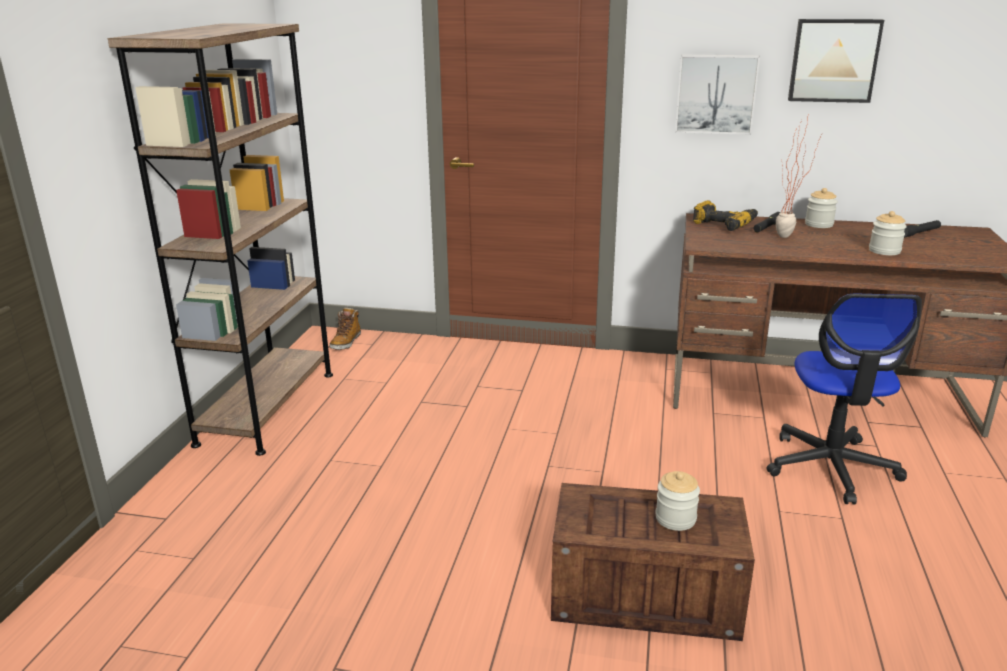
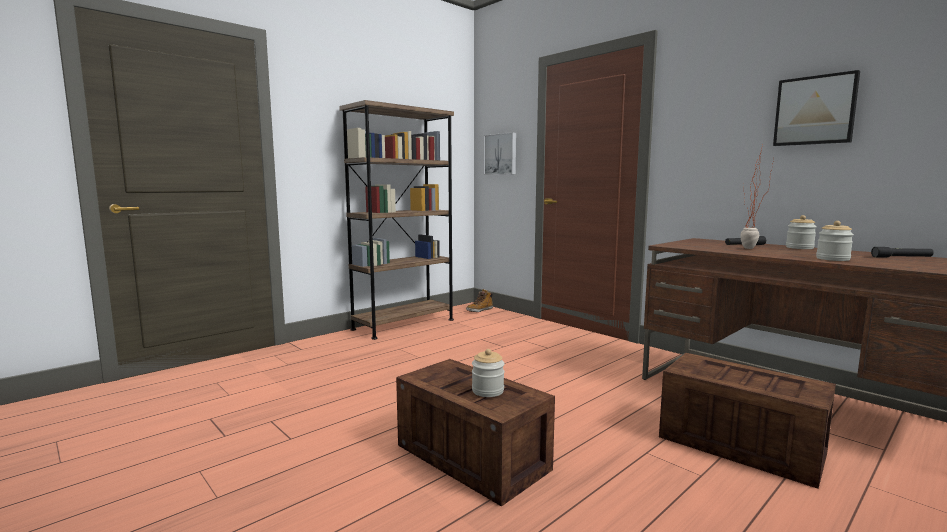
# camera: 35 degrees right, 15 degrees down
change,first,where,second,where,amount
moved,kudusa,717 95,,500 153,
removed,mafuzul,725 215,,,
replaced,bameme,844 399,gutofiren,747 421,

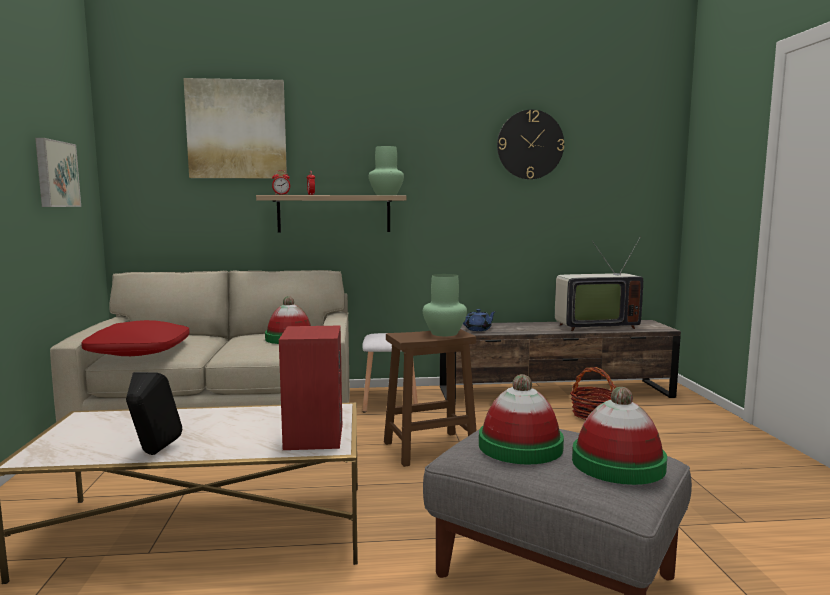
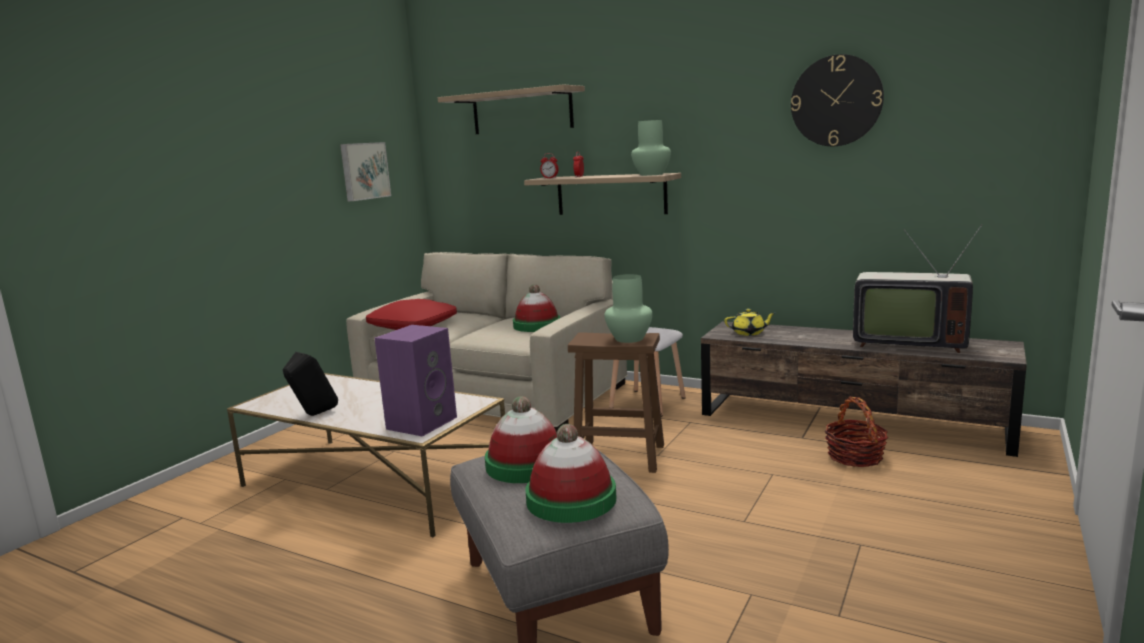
# camera: 35 degrees right, 5 degrees up
change,first,where,second,where,amount
replaced,kudusa,235 128,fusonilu,511 109,
recoloured,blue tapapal,479 320,yellow tapapal,749 322,
recoloured,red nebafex,310 388,purple nebafex,415 381,

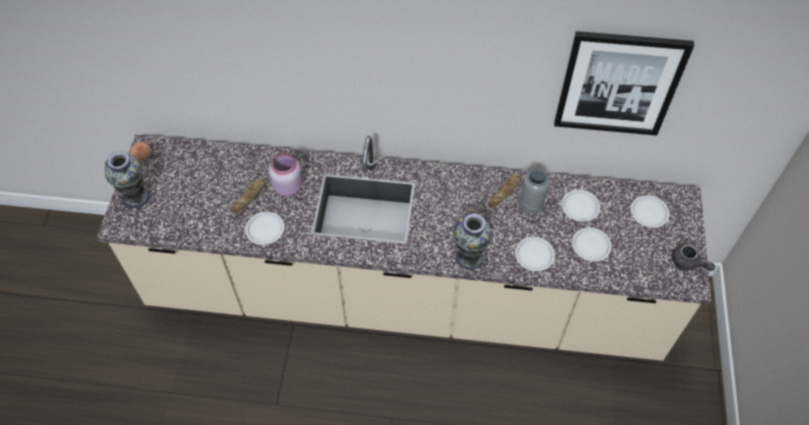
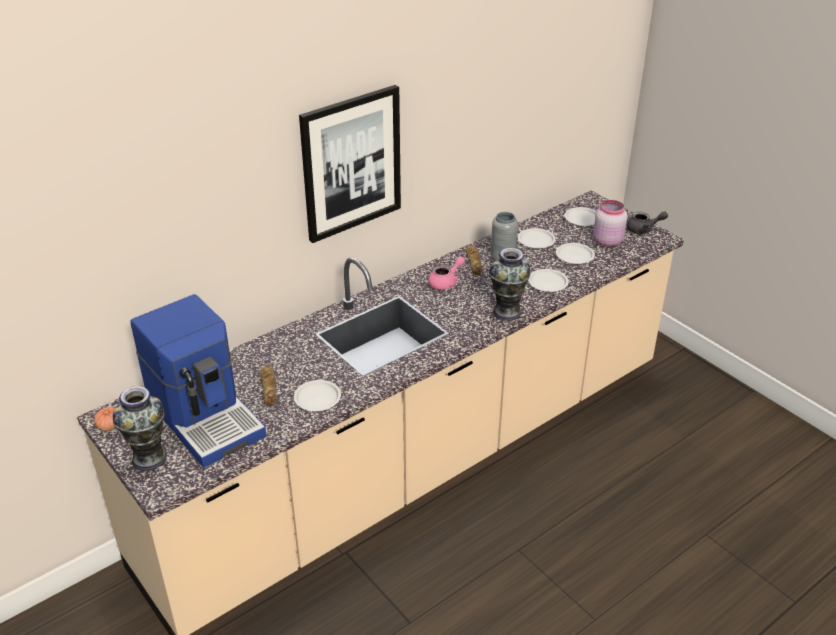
# camera: 45 degrees left, 20 degrees down
change,first,where,second,where,amount
moved,kudusa,624 83,,350 164,
moved,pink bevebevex,286 174,,610 223,
added,,,pink tapapal,446 273,
added,,,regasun,198 381,

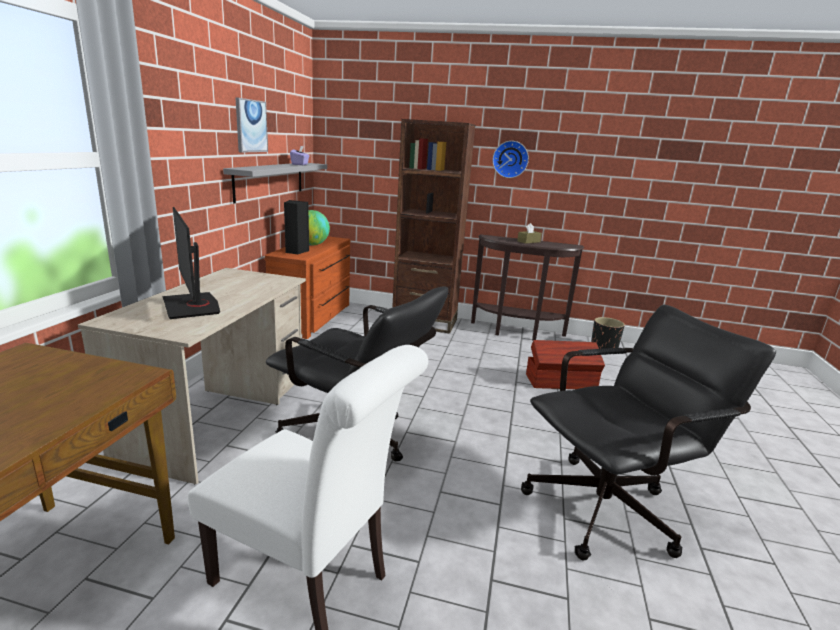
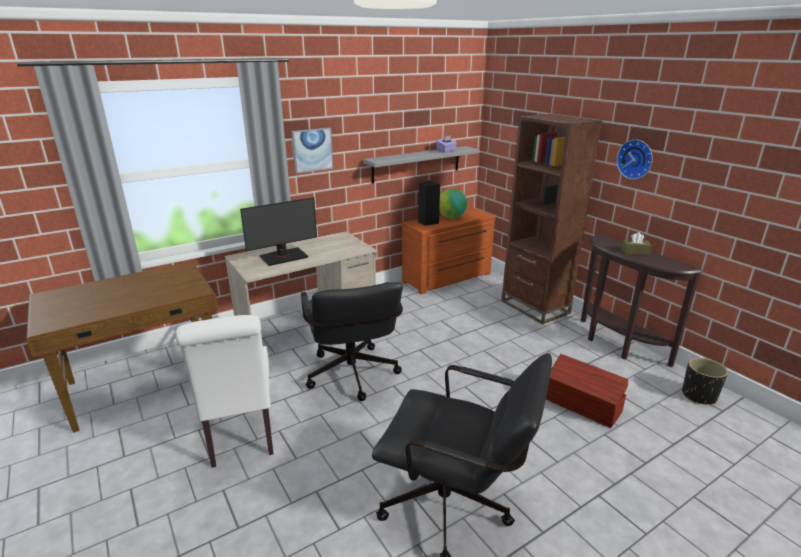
# camera: 45 degrees right, 5 degrees up
change,first,where,second,where,amount
moved,kudusa,252 125,,312 151,
turned,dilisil,191 263,,278 231,135 degrees counterclockwise

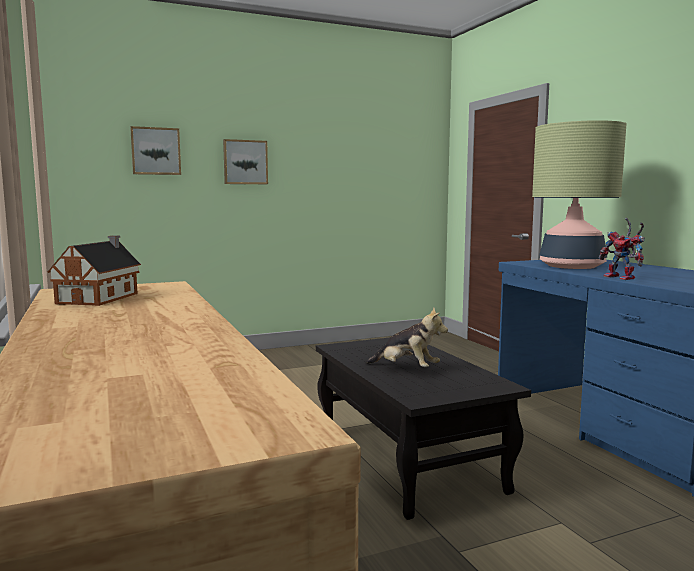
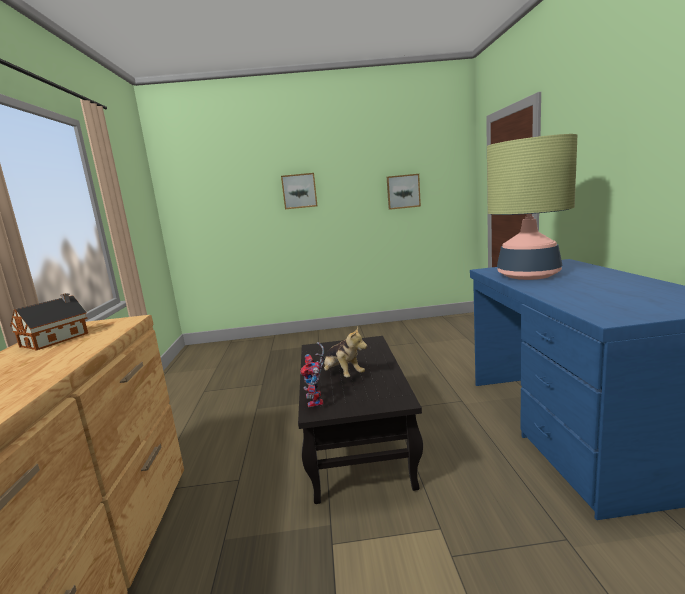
# camera: 20 degrees right, 5 degrees up
change,first,where,second,where,amount
moved,kudusa,155 150,,404 192,
moved,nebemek,622 249,,312 374,

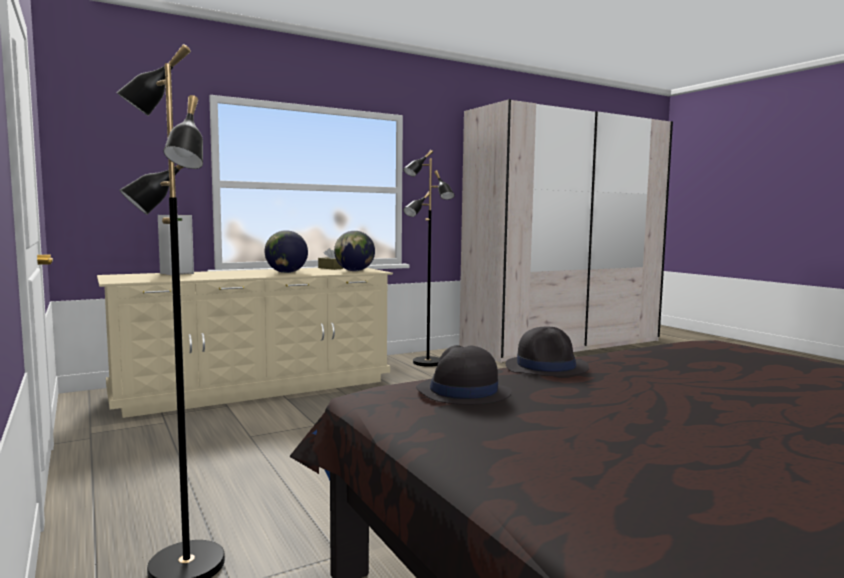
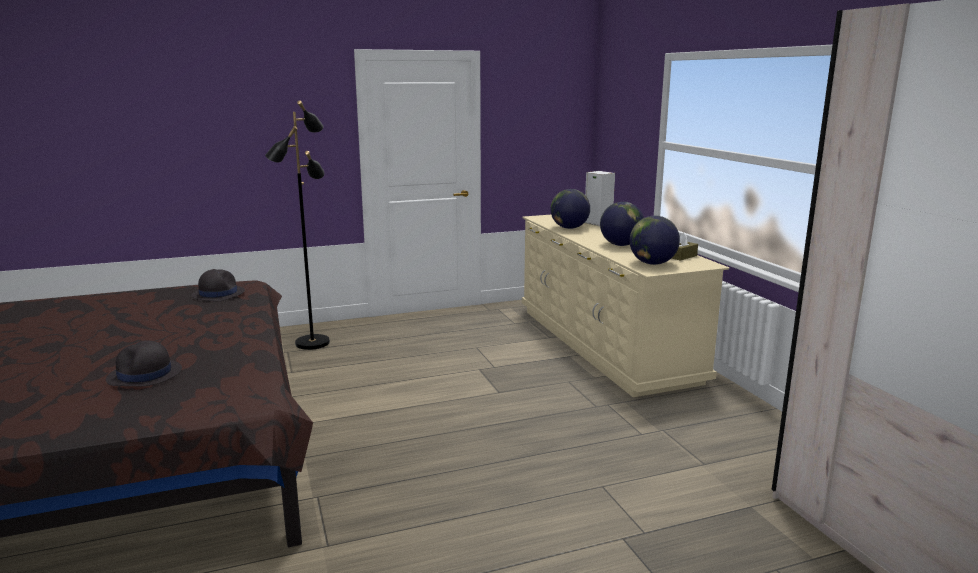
# camera: 100 degrees right, 10 degrees up
change,first,where,second,where,amount
removed,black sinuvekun,429 258,,,
moved,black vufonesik,547 351,,144 363,
added,,,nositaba,570 209,

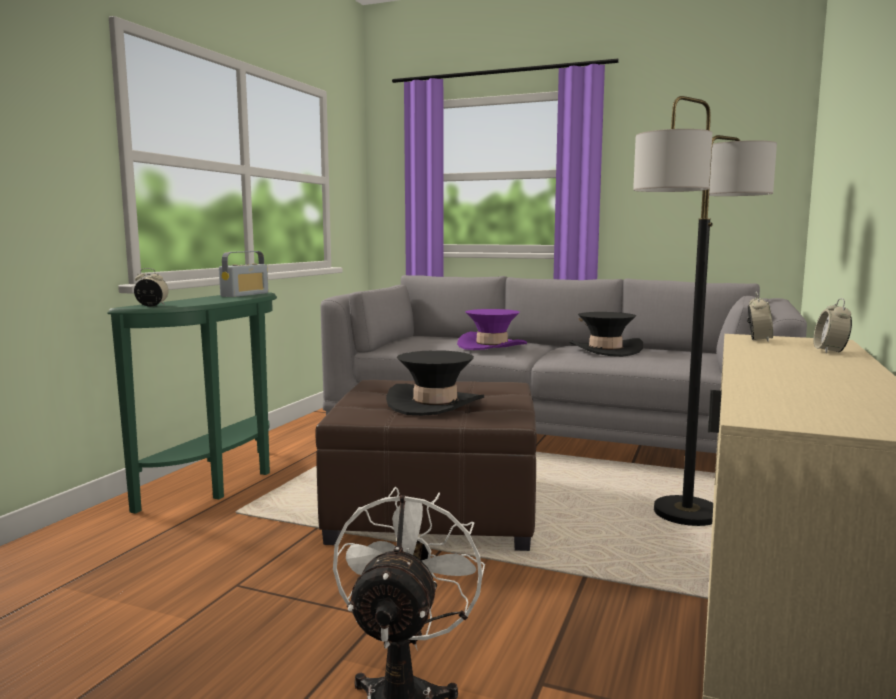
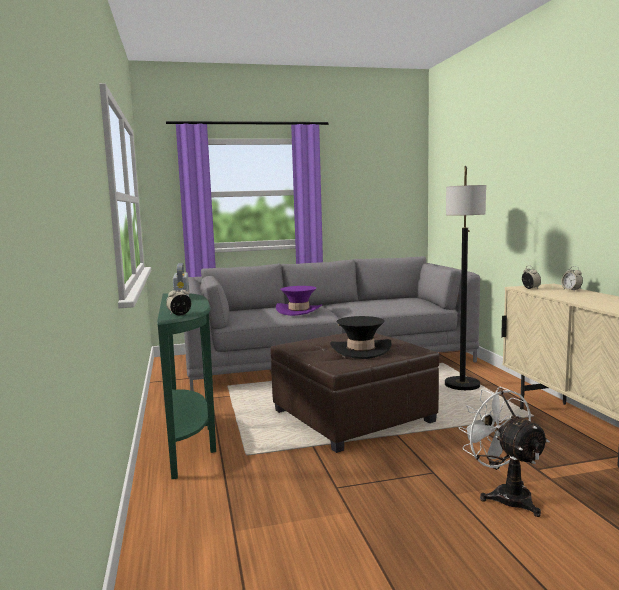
# camera: 35 degrees left, 0 degrees up
change,first,where,second,where,amount
removed,black vufonesik,606 334,,,

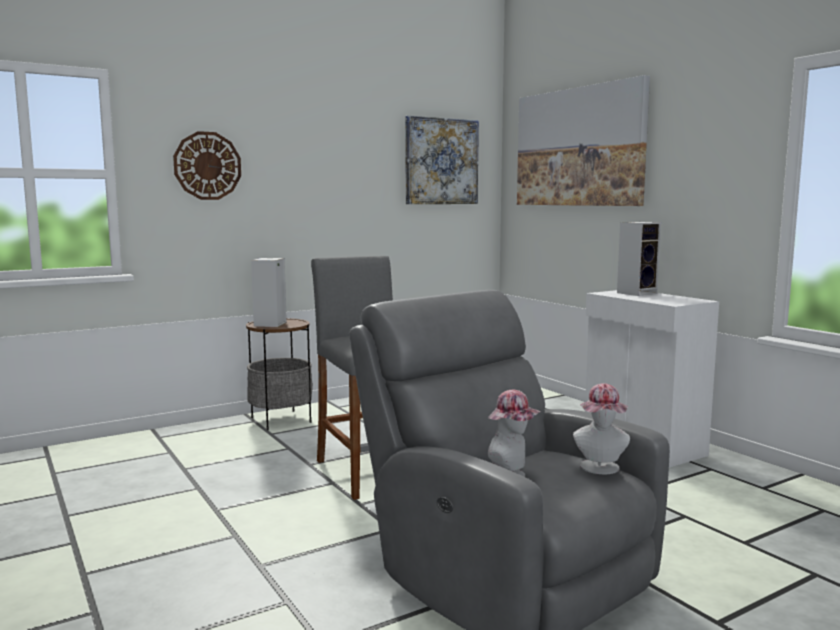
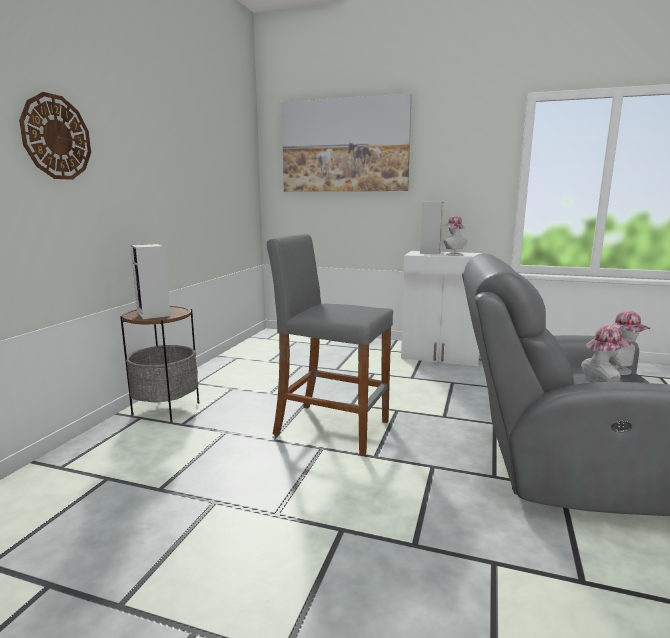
# camera: 40 degrees left, 5 degrees up
change,first,where,second,where,amount
removed,kudusa,442 160,,,
added,,,vufonesik,455 235,

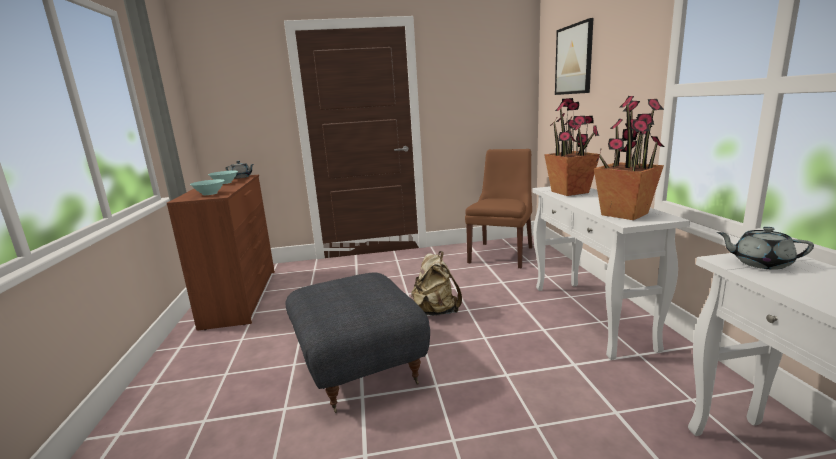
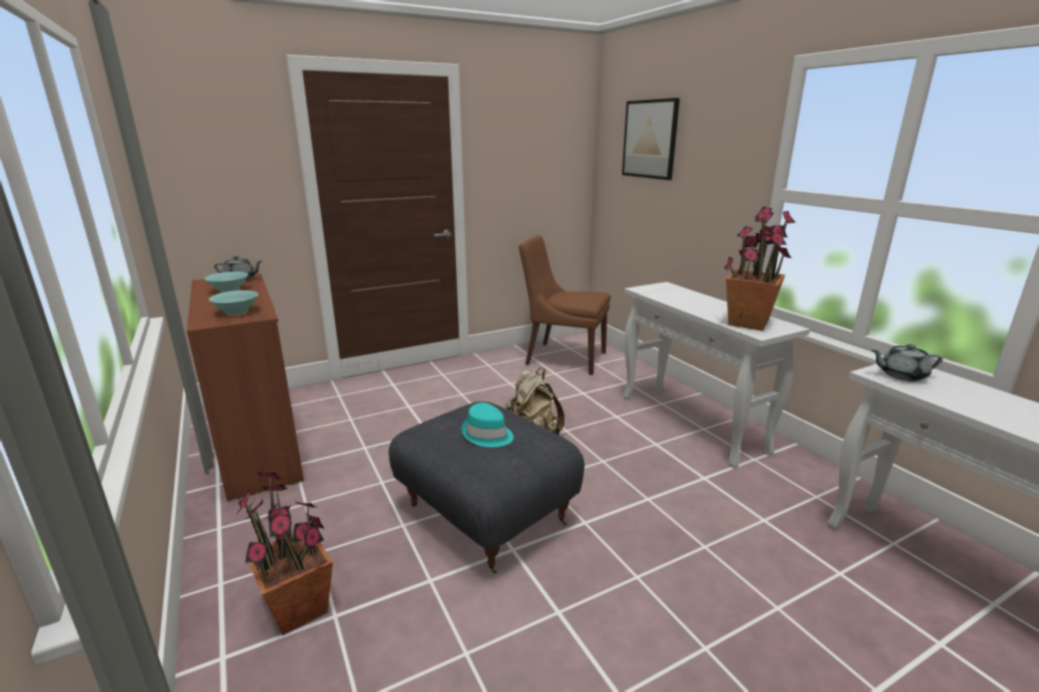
# camera: 20 degrees left, 5 degrees up
change,first,where,second,where,amount
moved,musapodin,572 147,,285 554,
turned,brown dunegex,499 208,,565 305,75 degrees counterclockwise
added,,,turquoise vufonesik,487 425,

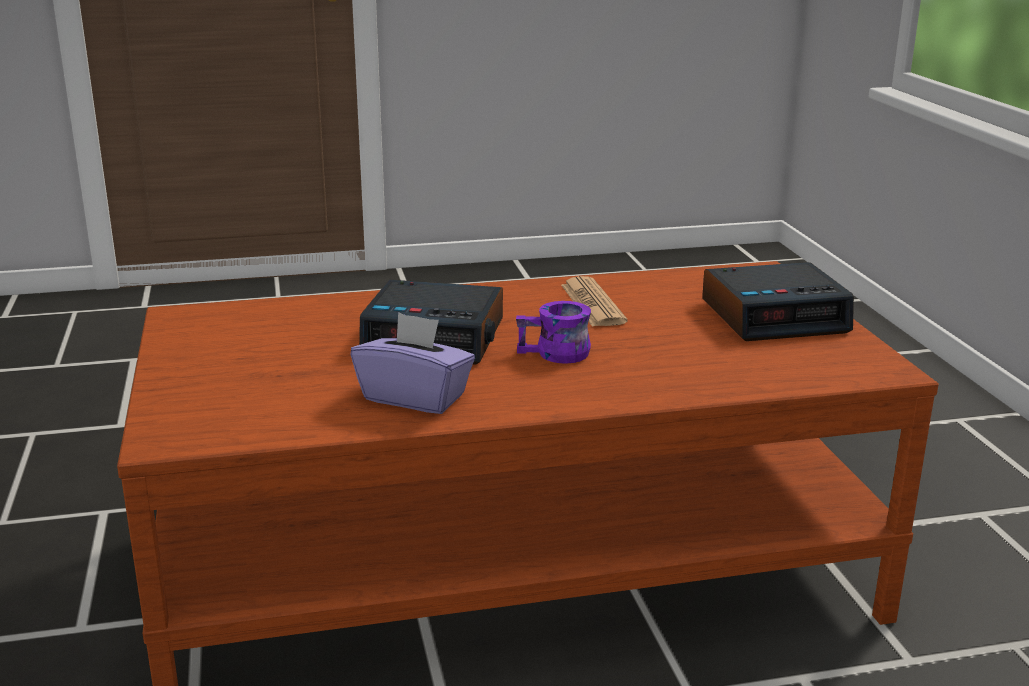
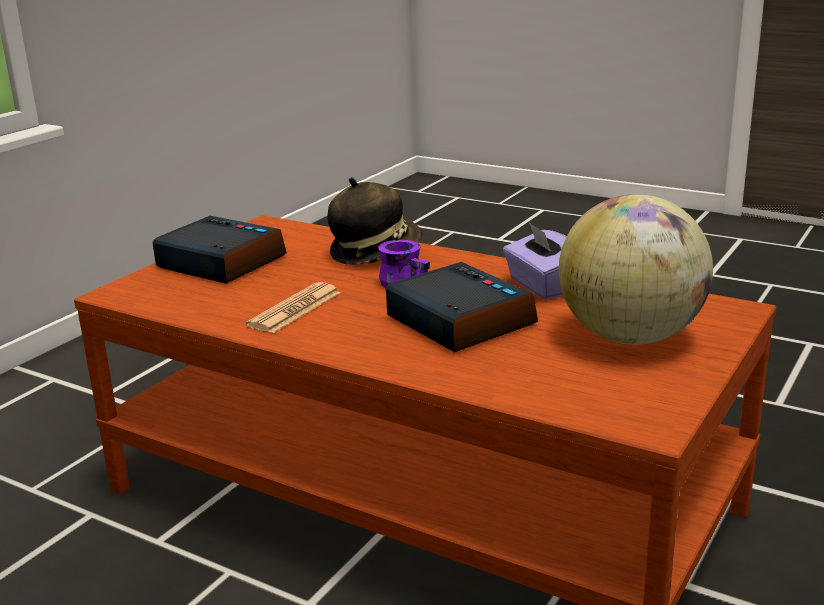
# camera: 135 degrees left, 0 degrees up
change,first,where,second,where,amount
added,,,vufonesik,375 221,
added,,,nositaba,636 269,

